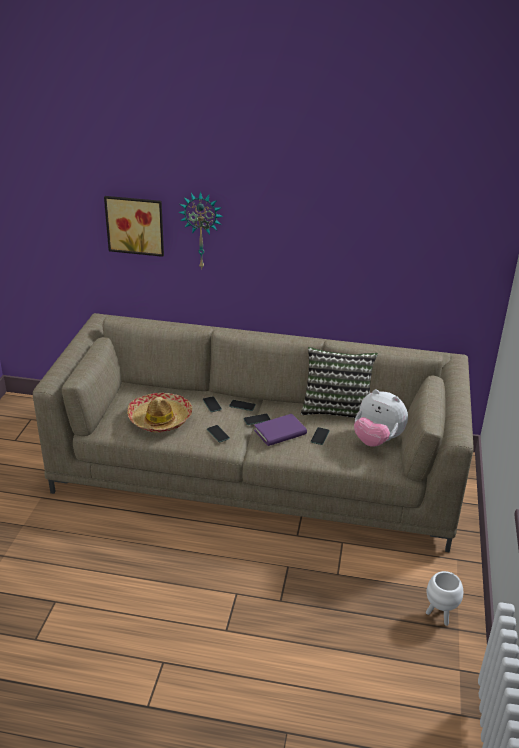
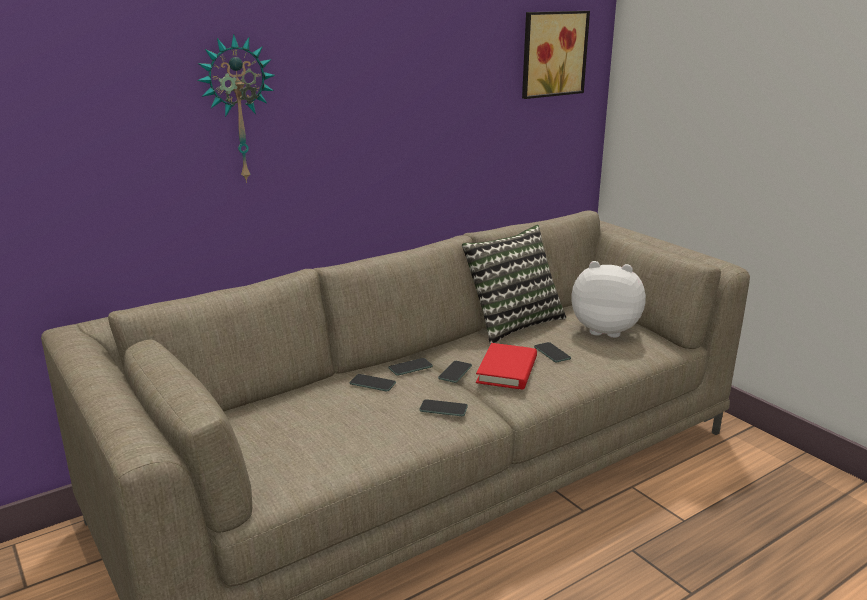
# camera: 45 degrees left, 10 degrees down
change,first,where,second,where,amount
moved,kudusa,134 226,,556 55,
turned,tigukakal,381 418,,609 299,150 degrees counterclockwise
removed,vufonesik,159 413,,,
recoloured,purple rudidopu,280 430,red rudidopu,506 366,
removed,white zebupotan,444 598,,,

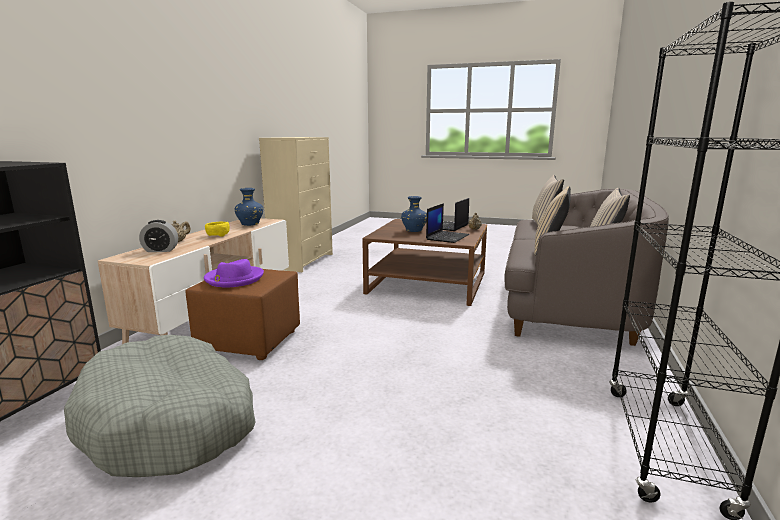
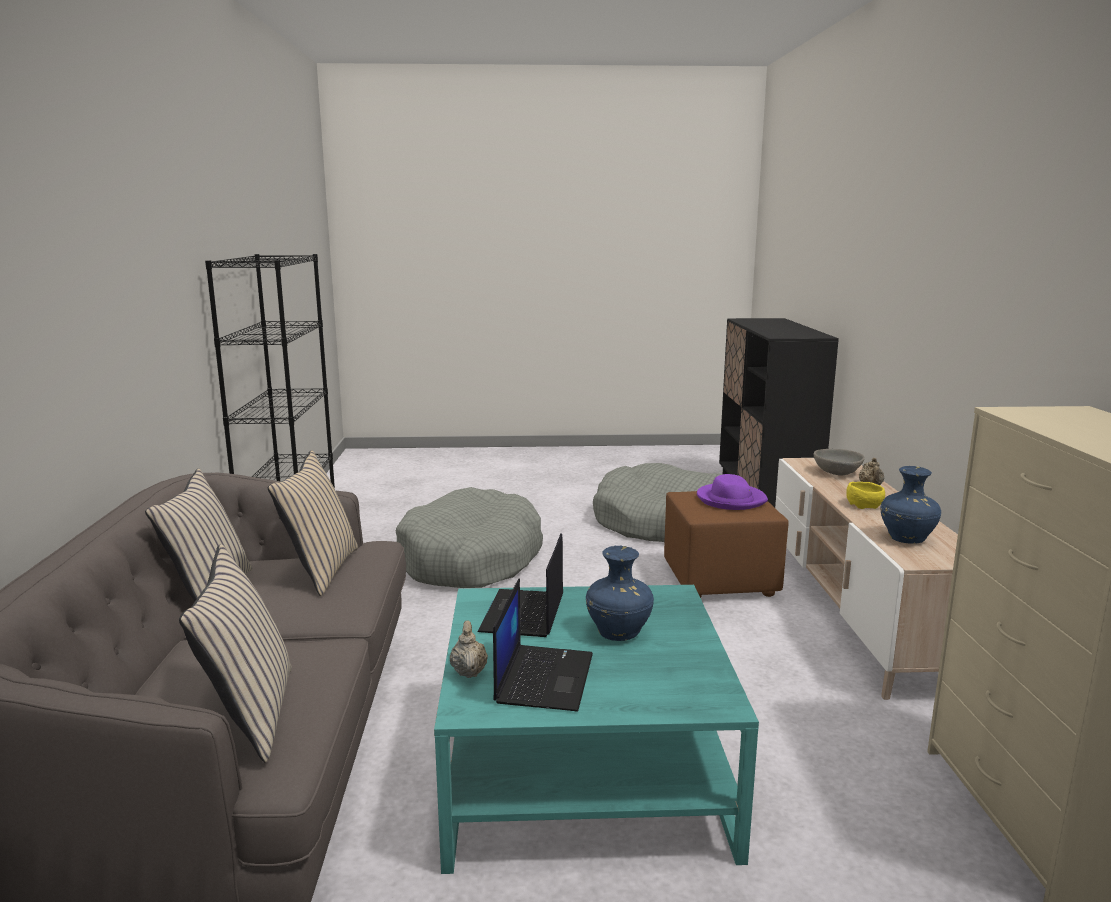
# camera: 160 degrees right, 0 degrees up
change,first,where,second,where,amount
recoloured,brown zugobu,424 262,turquoise zugobu,596 729,
replaced,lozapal,158 236,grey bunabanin,839 462,
added,,,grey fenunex,469 537,

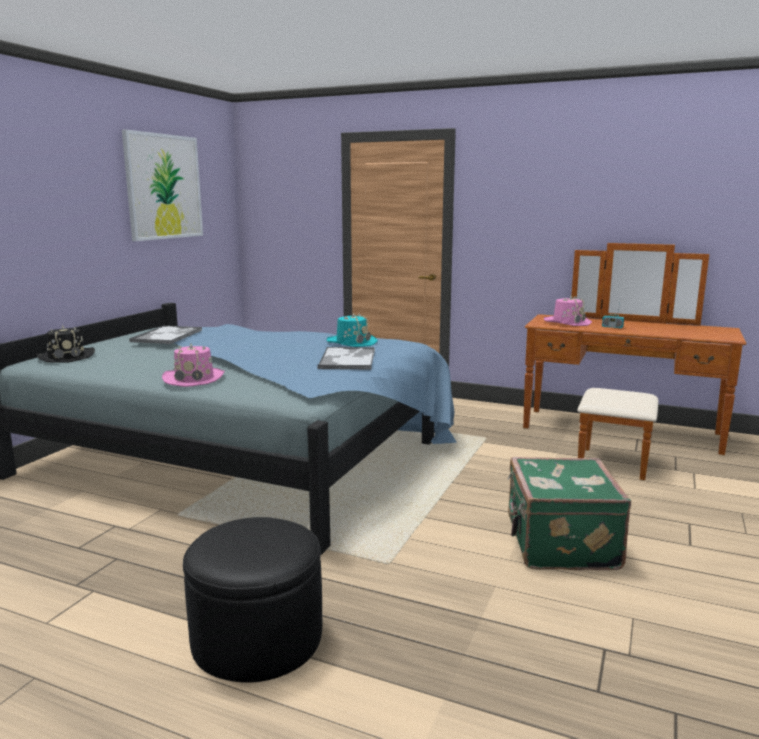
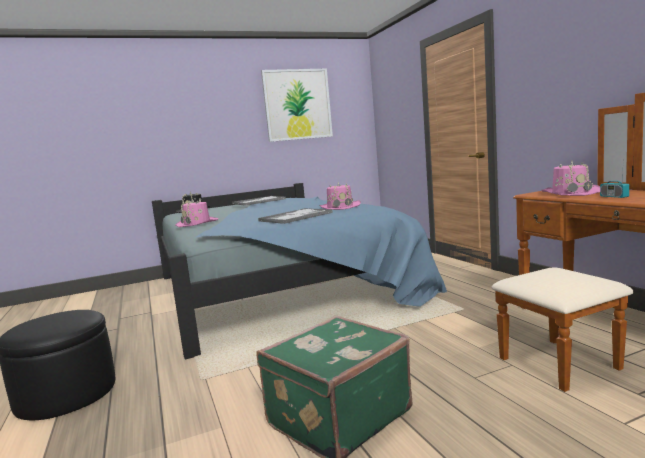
# camera: 45 degrees right, 5 degrees down
change,first,where,second,where,amount
recoloured,turquoise vufonesik,352 329,pink vufonesik,340 196,

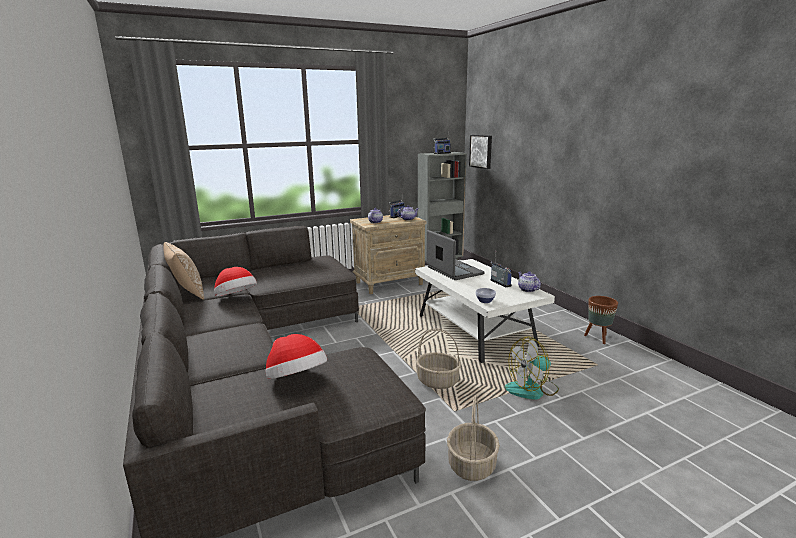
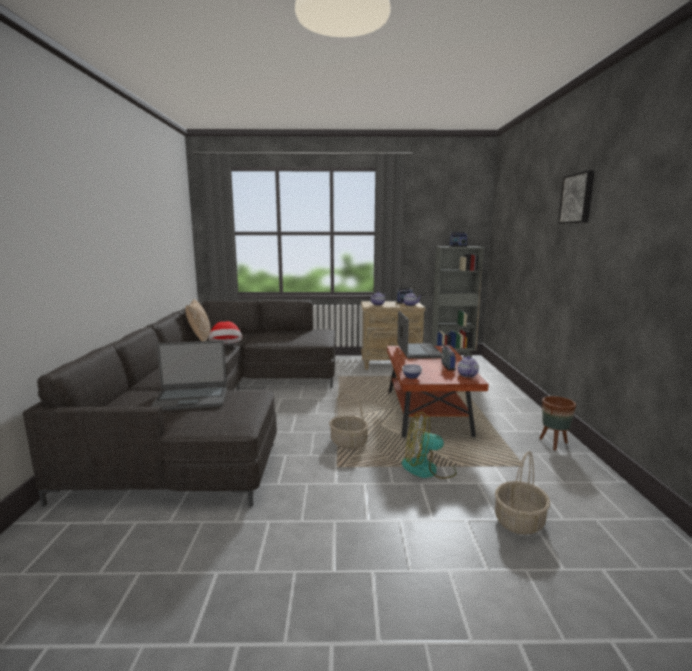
# camera: 25 degrees right, 5 degrees down
change,first,where,second,where,amount
moved,kudusa,480 152,,576 197,
recoloured,white zugobu,485 311,brown zugobu,438 392,
replaced,vufonesik,296 356,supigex,189 375,
moved,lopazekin,473 438,,522 493,

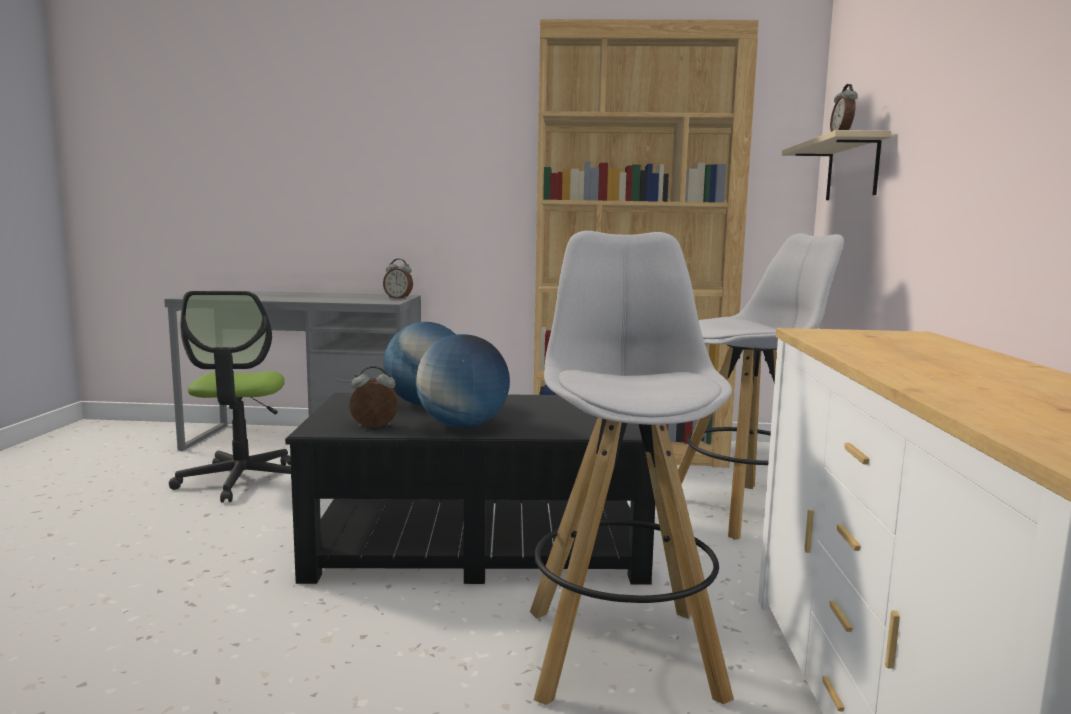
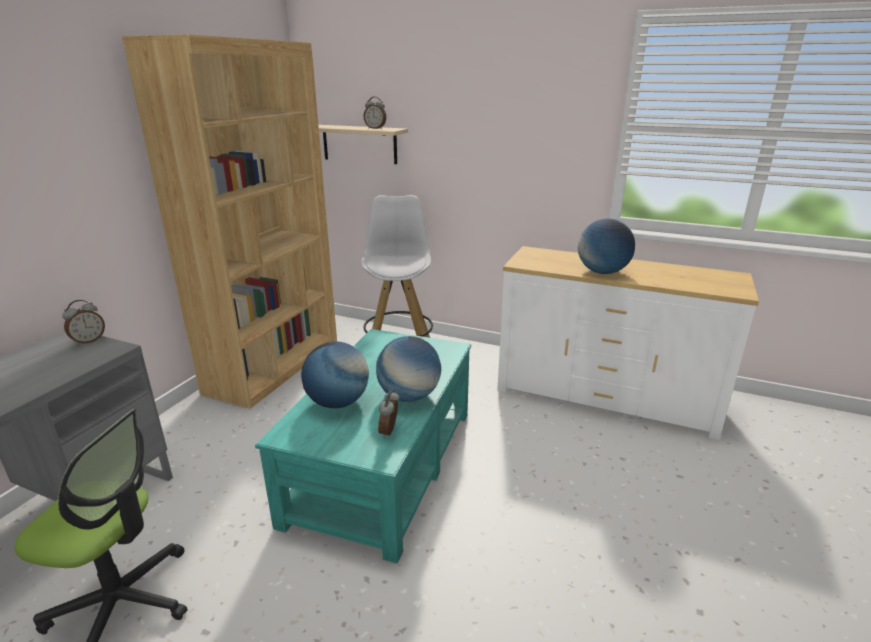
# camera: 70 degrees left, 15 degrees up
change,first,where,second,where,amount
removed,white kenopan,632 468,,,
recoloured,black zugobu,470 489,turquoise zugobu,363 446,
added,,,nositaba,606 246,

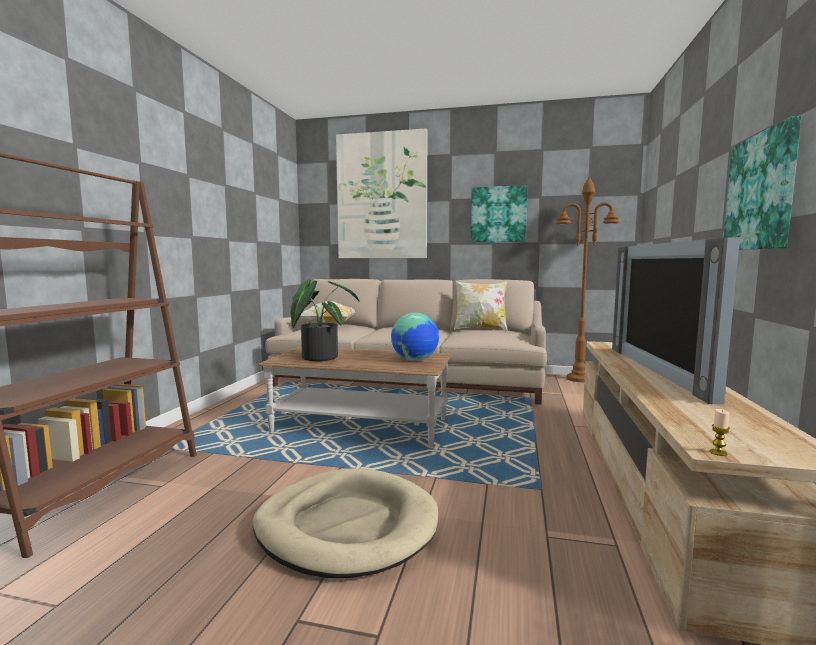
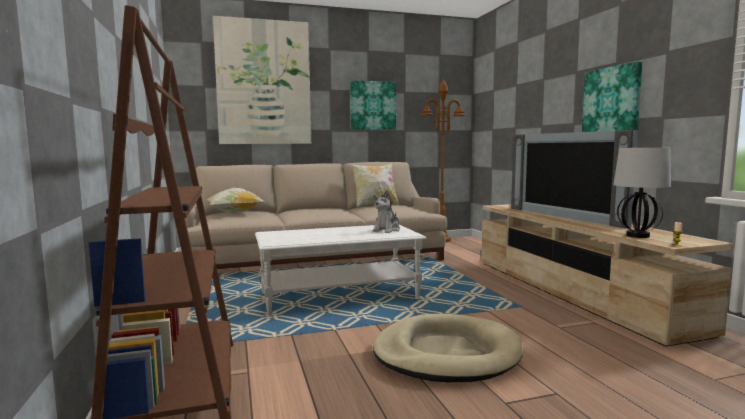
# camera: 30 degrees left, 0 degrees up
change,first,where,second,where,amount
removed,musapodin,325 320,,,
replaced,nositaba,415 337,tigukakal,386 211,
recoloured,brown zugobu,355 397,white zugobu,341 270,
added,,,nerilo,642 193,

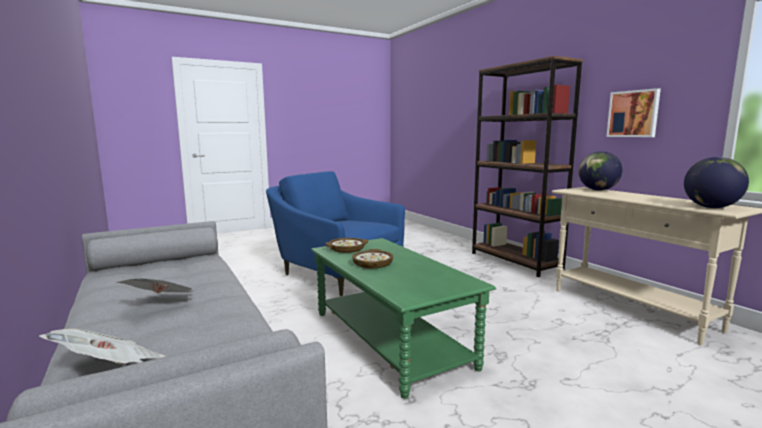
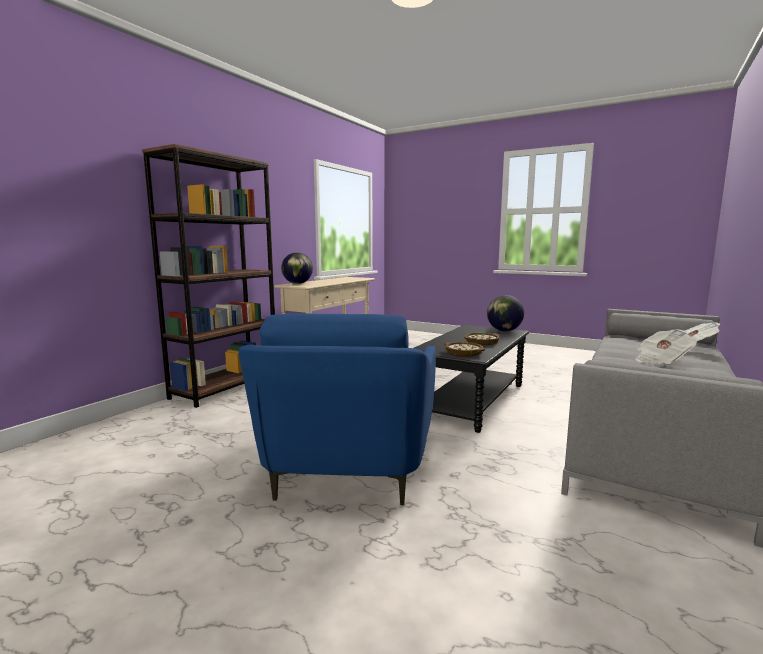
# camera: 120 degrees left, 0 degrees up
change,first,where,second,where,amount
removed,kudusa,633 112,,,
moved,nositaba,716 182,,505 313,
recoloured,green zugobu,403 318,black zugobu,471 379,

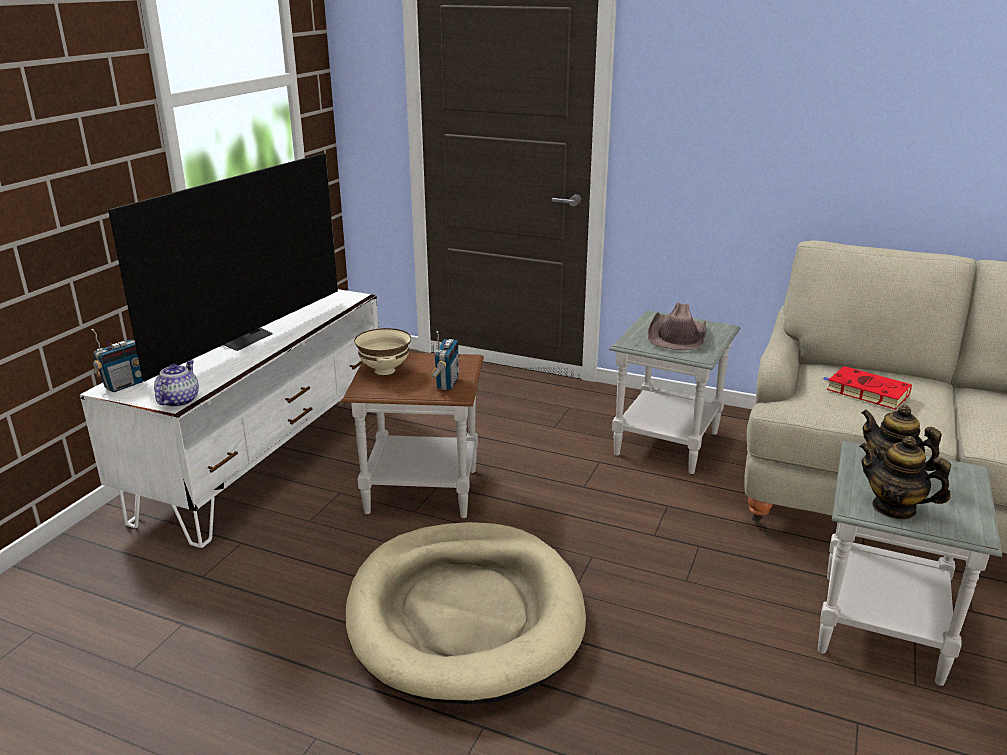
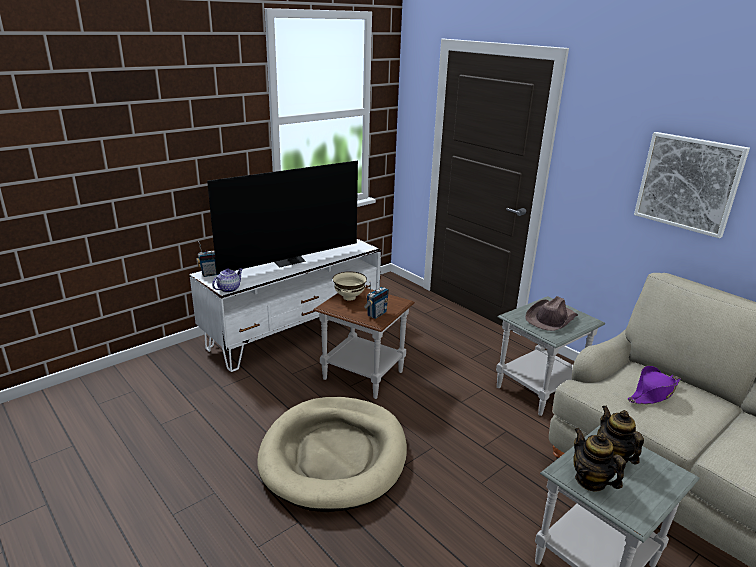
# camera: 25 degrees right, 0 degrees up
change,first,where,second,where,amount
replaced,red rudidopu,867 388,purple vufonesik,654 385,
added,,,kudusa,692 185,

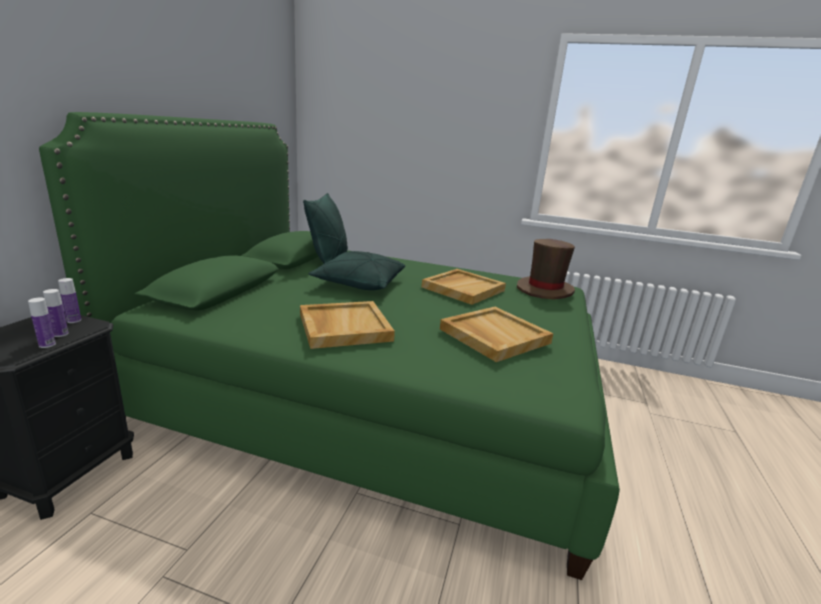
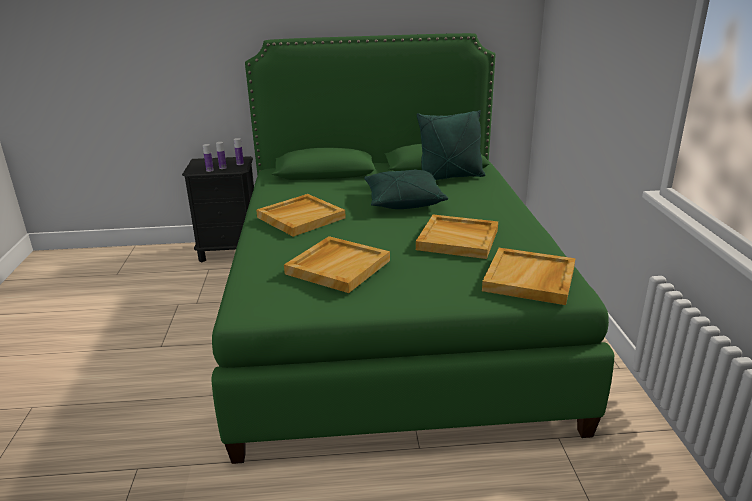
# camera: 70 degrees right, 5 degrees up
change,first,where,second,where,amount
replaced,brown vufonesik,546 269,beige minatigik,529 276,

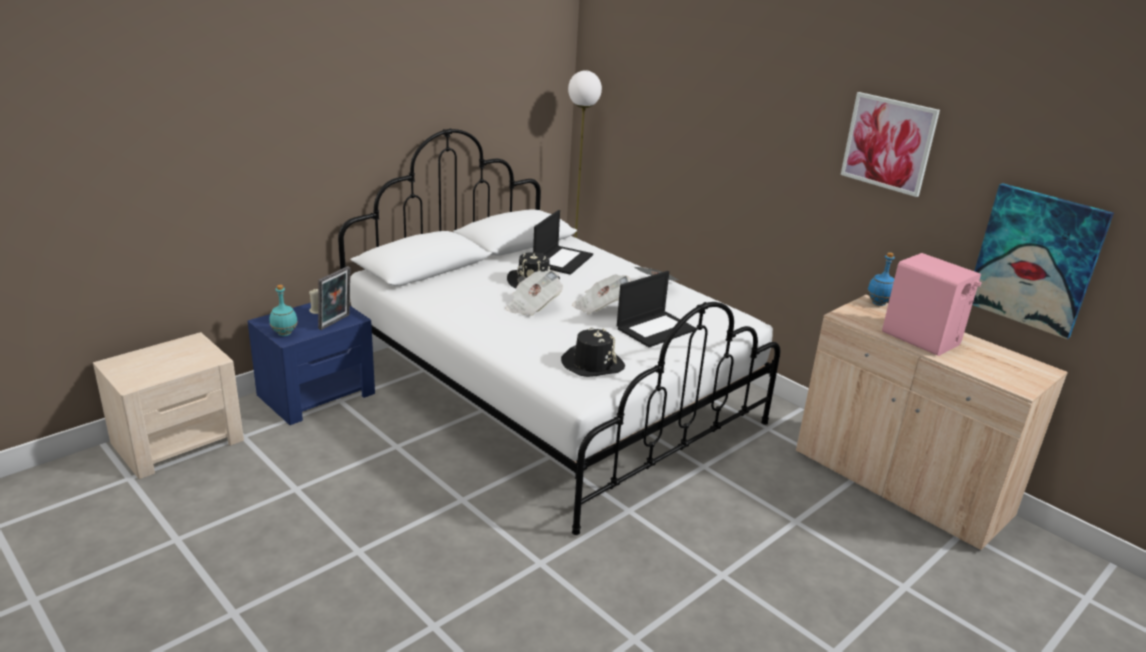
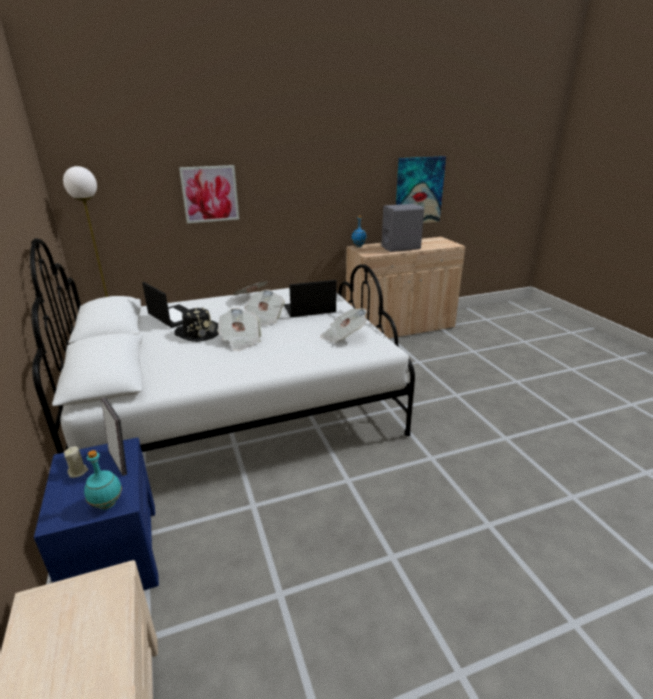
# camera: 65 degrees left, 0 degrees up
change,first,where,second,where,amount
moved,kudusa,890 144,,209 194,
recoloured,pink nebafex,932 304,grey nebafex,402 228,
turned,supigex,656 309,,310 298,90 degrees counterclockwise
replaced,black vufonesik,593 352,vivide,343 325,

